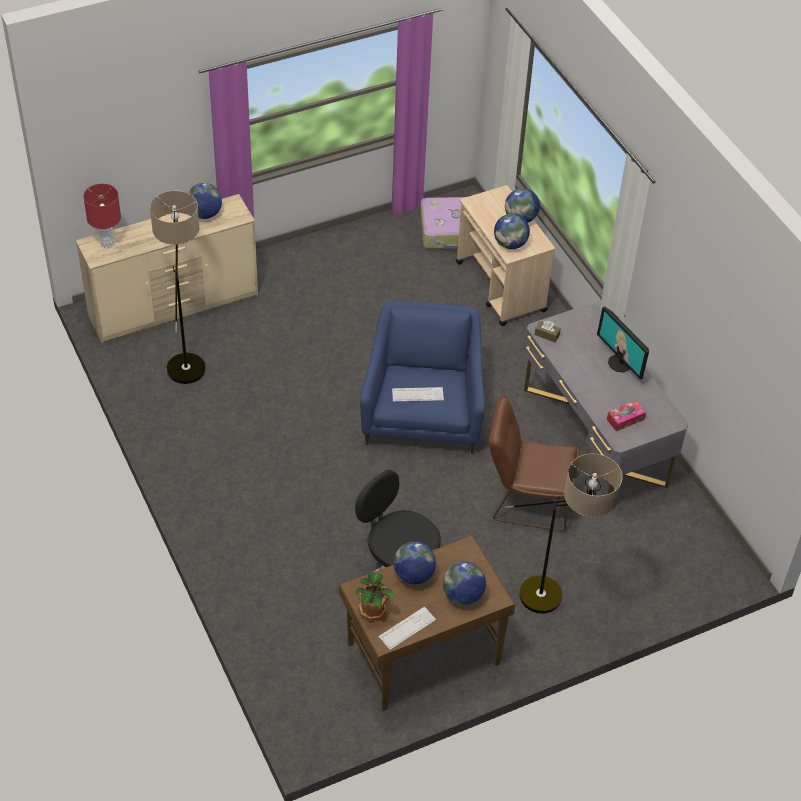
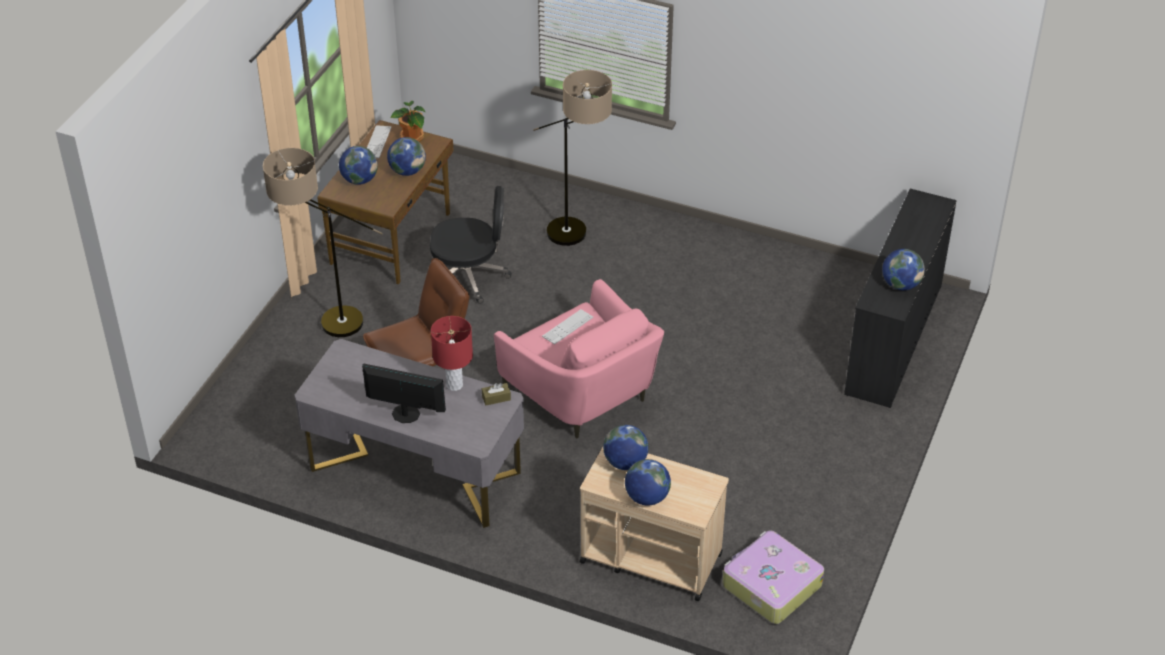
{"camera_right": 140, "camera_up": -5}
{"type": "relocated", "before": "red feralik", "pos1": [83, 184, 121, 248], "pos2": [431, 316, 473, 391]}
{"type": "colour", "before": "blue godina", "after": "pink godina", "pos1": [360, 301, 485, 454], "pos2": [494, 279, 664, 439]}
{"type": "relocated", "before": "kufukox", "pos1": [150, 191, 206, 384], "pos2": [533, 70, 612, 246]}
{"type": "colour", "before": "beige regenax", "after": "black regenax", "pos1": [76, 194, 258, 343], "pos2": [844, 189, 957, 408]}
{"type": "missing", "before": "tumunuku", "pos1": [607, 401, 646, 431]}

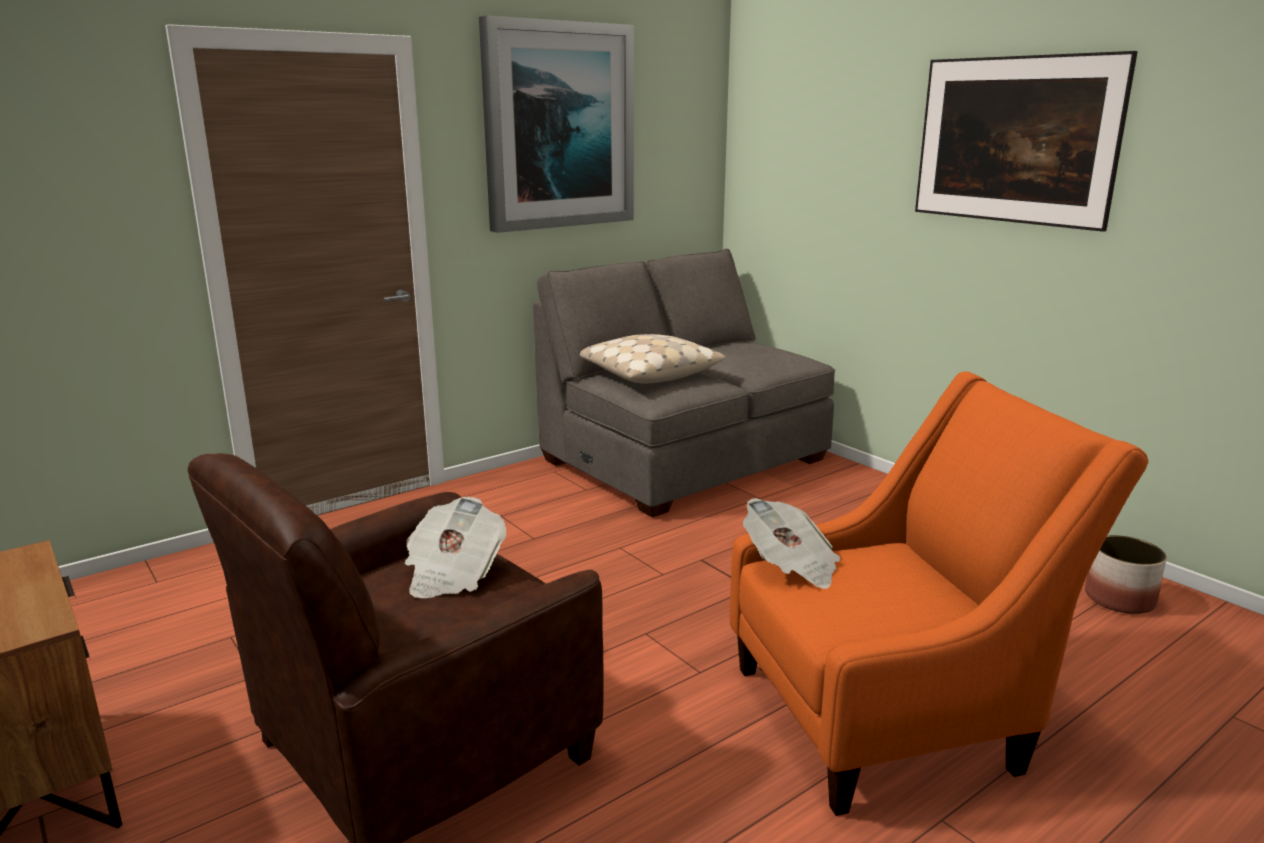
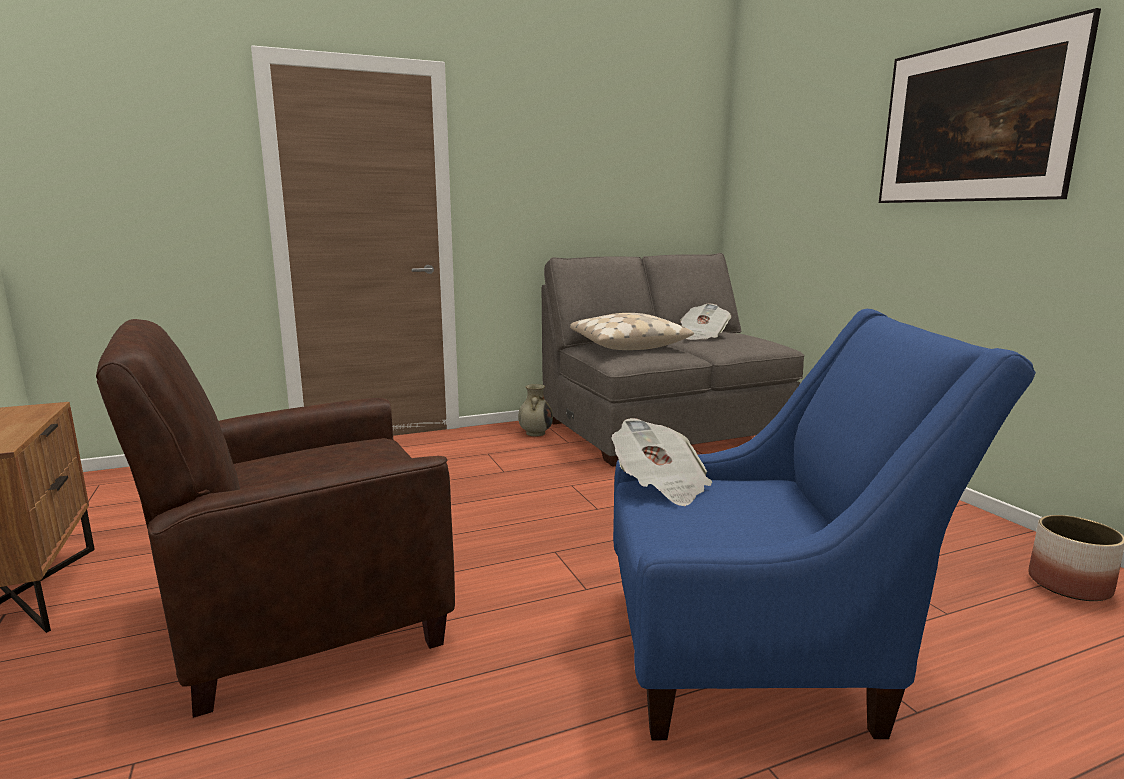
{"camera_right": 15, "camera_up": -5}
{"type": "appeared", "after": "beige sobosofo", "pos2": [518, 384, 553, 436]}
{"type": "colour", "before": "orange godina", "after": "blue godina", "pos1": [729, 371, 1149, 816], "pos2": [613, 309, 1036, 740]}
{"type": "relocated", "before": "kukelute", "pos1": [405, 497, 507, 598], "pos2": [680, 304, 731, 340]}
{"type": "missing", "before": "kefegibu", "pos1": [479, 16, 634, 233]}

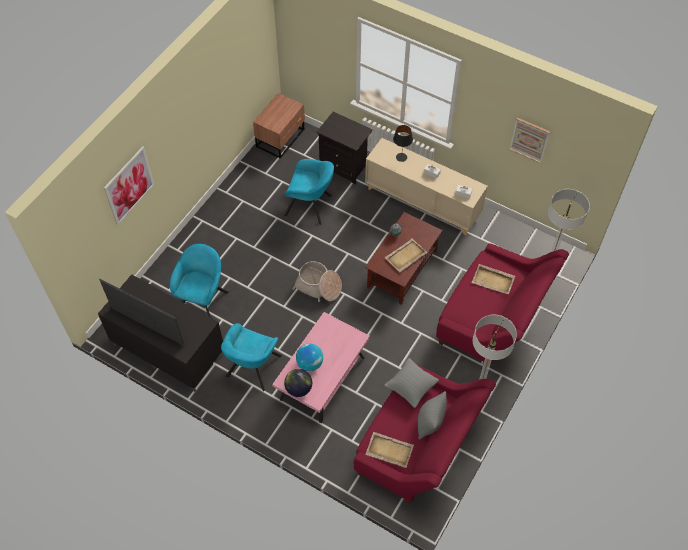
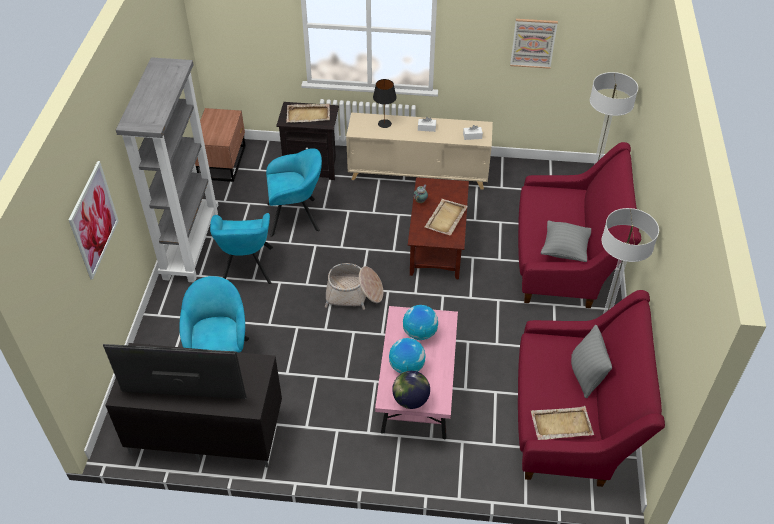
{"camera_right": -25, "camera_up": -10}
{"type": "appeared", "after": "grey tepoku", "pos2": [116, 57, 218, 282]}
{"type": "relocated", "before": "turquoise godina", "pos1": [221, 323, 282, 391], "pos2": [210, 213, 273, 284]}
{"type": "relocated", "before": "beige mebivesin", "pos1": [471, 264, 515, 294], "pos2": [286, 104, 330, 122]}
{"type": "appeared", "after": "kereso", "pos2": [403, 305, 438, 340]}
{"type": "relocated", "before": "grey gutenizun", "pos1": [384, 358, 439, 408], "pos2": [541, 220, 591, 262]}

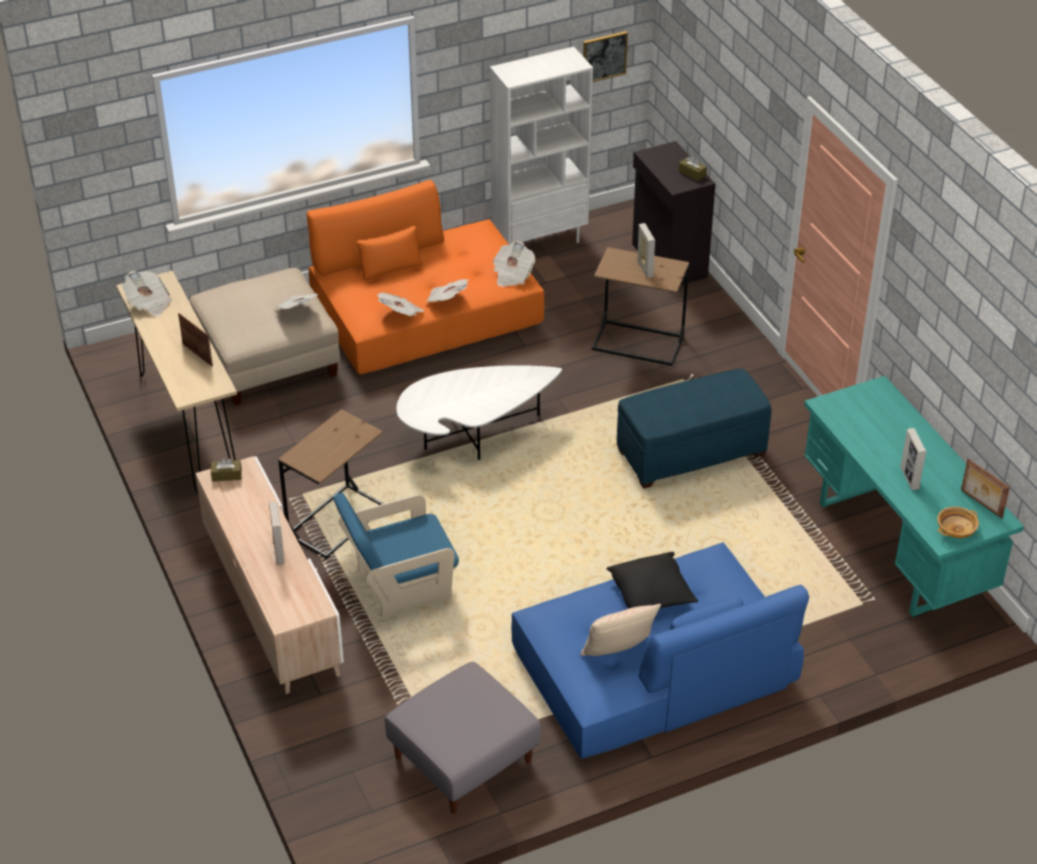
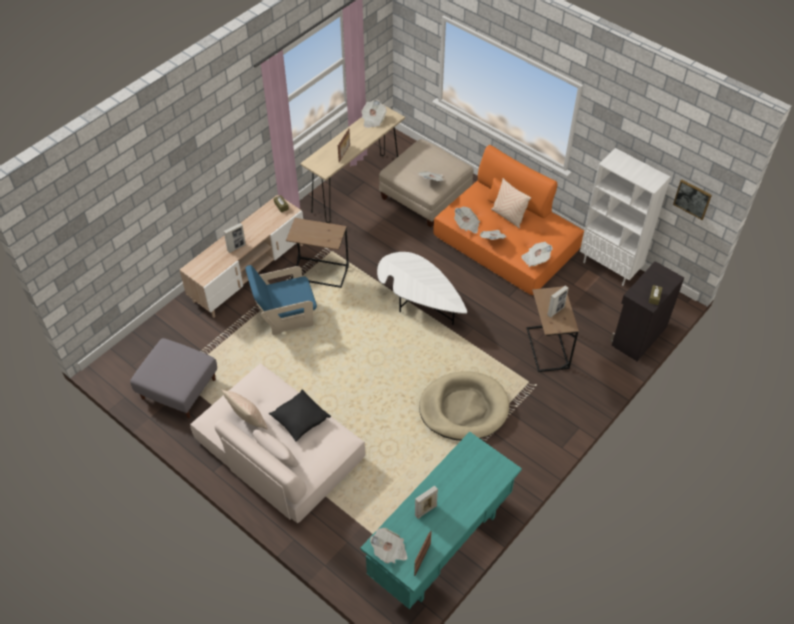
{"camera_right": 65, "camera_up": 10}
{"type": "colour", "before": "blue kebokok", "after": "beige kebokok", "pos1": [511, 542, 809, 759], "pos2": [190, 363, 365, 523]}
{"type": "spun", "before": "blue godina", "pos1": [333, 493, 459, 619], "pos2": [246, 265, 317, 335], "turn": -60}
{"type": "exchanged", "before": "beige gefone", "after": "kukelute", "pos1": [937, 507, 979, 538], "pos2": [370, 528, 407, 564]}
{"type": "exchanged", "before": "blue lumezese", "after": "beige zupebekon", "pos1": [617, 368, 771, 489], "pos2": [419, 371, 509, 440]}
{"type": "appeared", "after": "beige gutenizun", "pos2": [491, 178, 531, 228]}

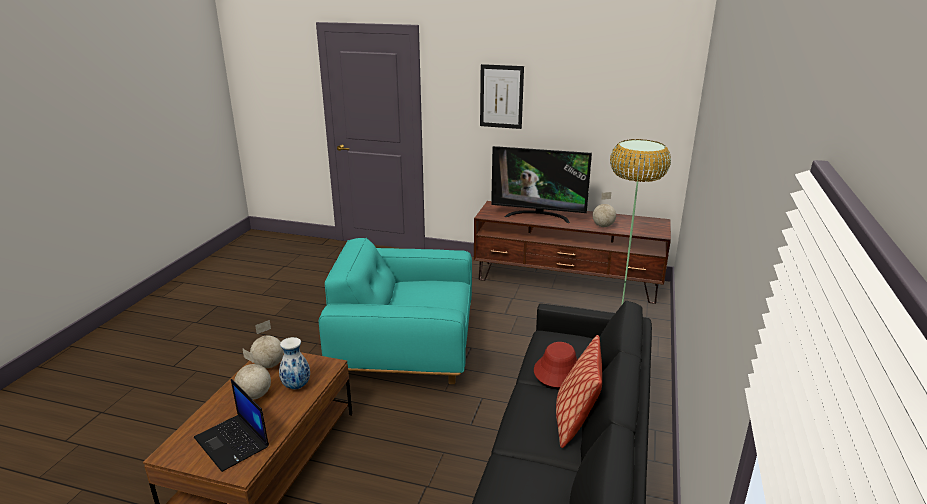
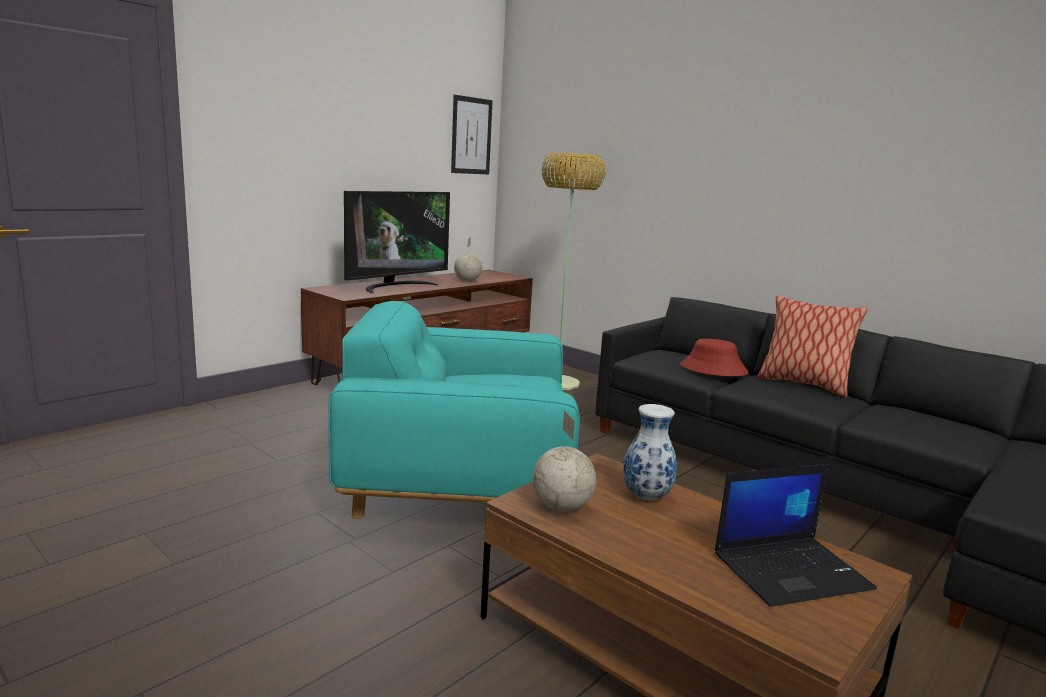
{"camera_right": -65, "camera_up": -10}
{"type": "spun", "before": "turquoise godina", "pos1": [319, 238, 472, 384], "pos2": [328, 301, 580, 519], "turn": 60}
{"type": "relocated", "before": "kefegibu", "pos1": [480, 64, 524, 129], "pos2": [451, 95, 493, 174]}
{"type": "missing", "before": "kereso", "pos1": [234, 348, 271, 400]}

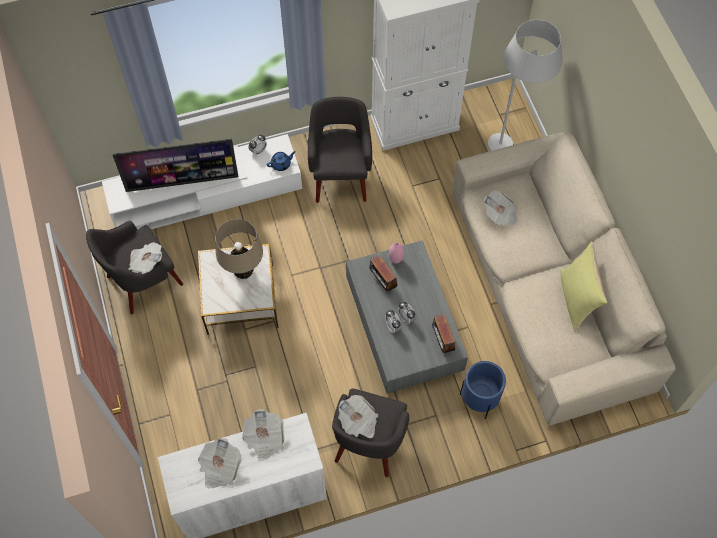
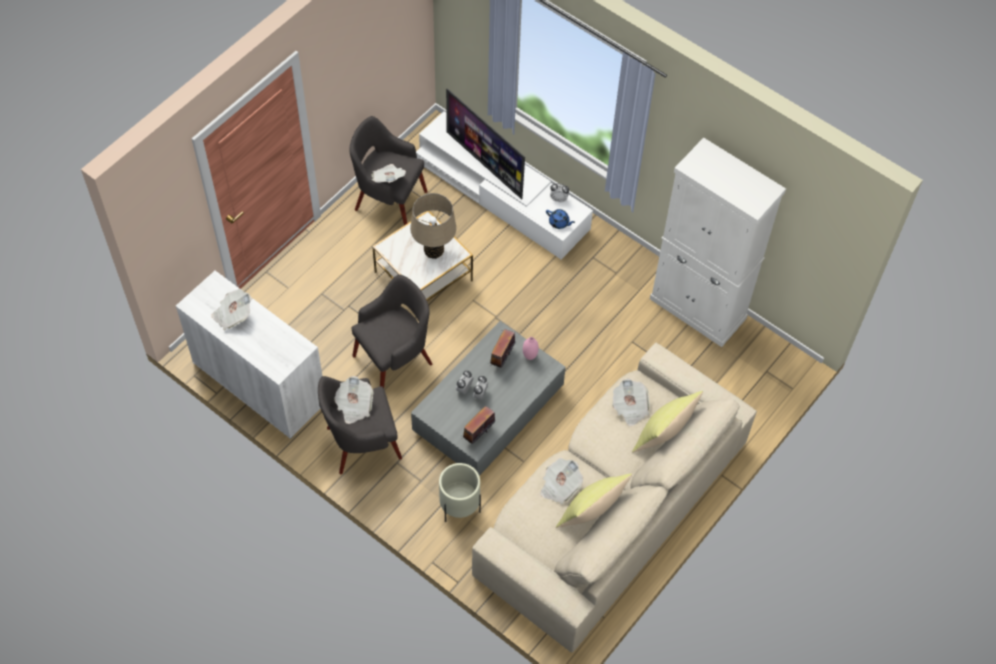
{"camera_right": 55, "camera_up": -5}
{"type": "relocated", "before": "grey godina", "pos1": [308, 97, 372, 203], "pos2": [351, 275, 432, 388]}
{"type": "colour", "before": "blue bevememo", "after": "beige bevememo", "pos1": [460, 361, 506, 419], "pos2": [439, 463, 481, 522]}
{"type": "relocated", "before": "kukelute", "pos1": [242, 409, 285, 461], "pos2": [540, 458, 583, 504]}
{"type": "appeared", "after": "yellow gutenizun", "pos2": [632, 391, 703, 453]}
{"type": "missing", "before": "white kufukox", "pos1": [488, 20, 563, 151]}

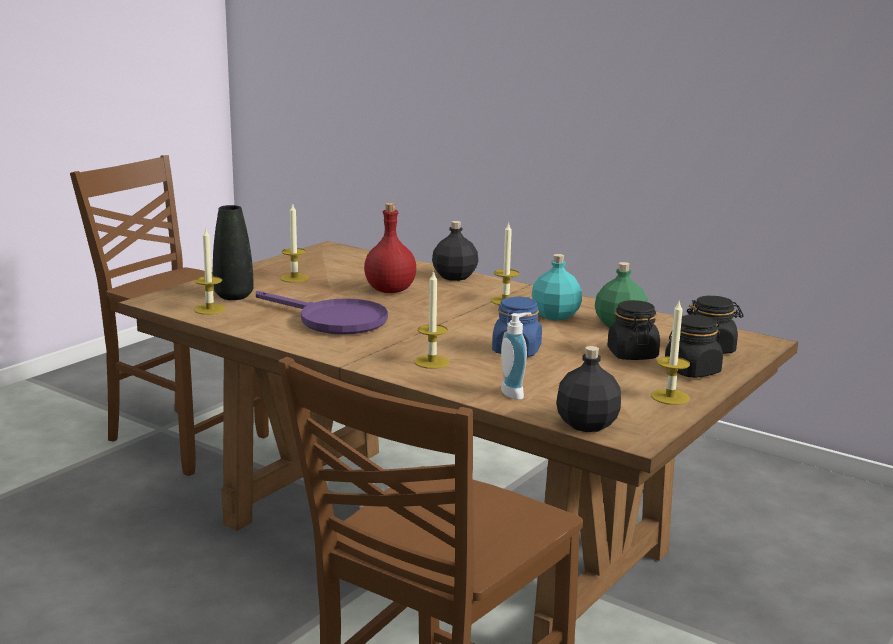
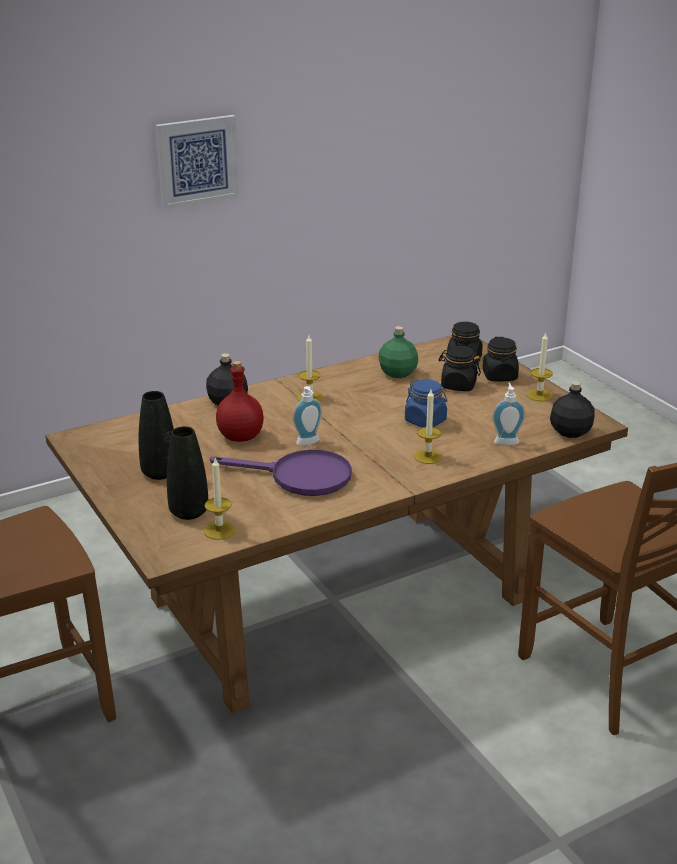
{"camera_right": -65, "camera_up": 10}
{"type": "exchanged", "before": "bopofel", "after": "black sobosofo", "pos1": [280, 204, 309, 283], "pos2": [139, 391, 174, 480]}
{"type": "appeared", "after": "kefegibu", "pos2": [155, 115, 239, 210]}
{"type": "spun", "before": "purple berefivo", "pos1": [256, 291, 388, 335], "pos2": [210, 450, 352, 496], "turn": 45}
{"type": "appeared", "after": "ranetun", "pos2": [293, 386, 322, 446]}
{"type": "missing", "before": "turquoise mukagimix", "pos1": [532, 254, 582, 321]}

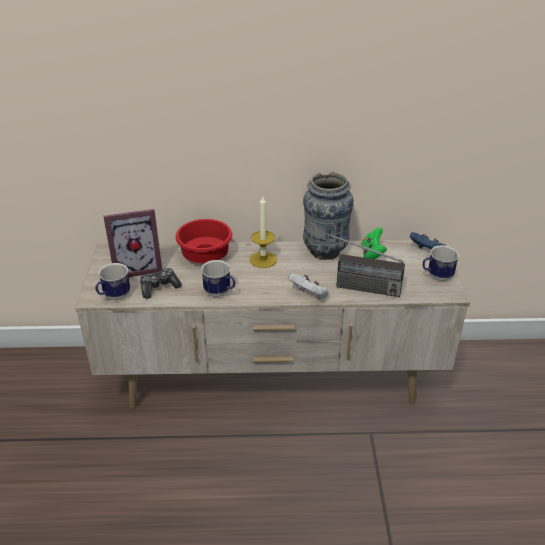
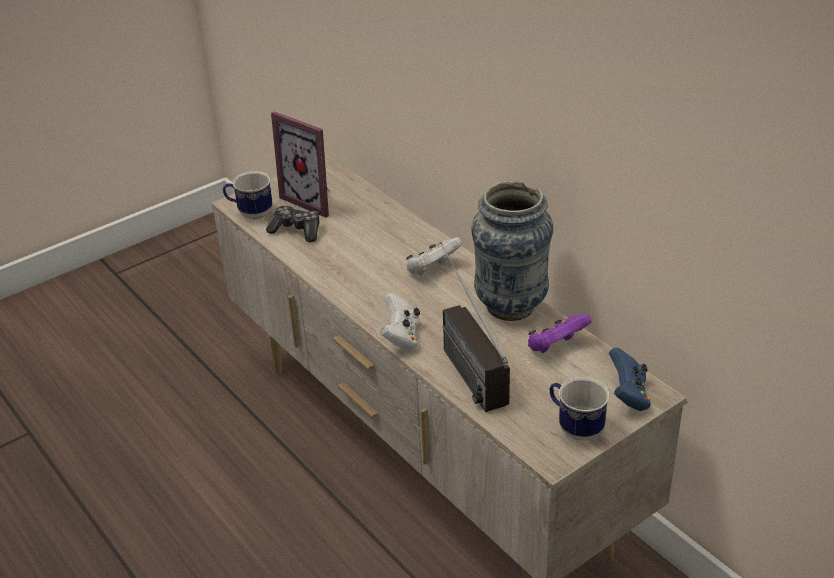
{"camera_right": 55, "camera_up": 0}
{"type": "exchanged", "before": "bopofel", "after": "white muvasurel", "pos1": [250, 195, 277, 268], "pos2": [406, 237, 462, 275]}
{"type": "colour", "before": "green muvasurel", "after": "purple muvasurel", "pos1": [361, 228, 387, 259], "pos2": [528, 314, 591, 353]}
{"type": "missing", "before": "red gefone", "pos1": [175, 219, 232, 263]}
{"type": "missing", "before": "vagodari", "pos1": [201, 260, 235, 297]}

